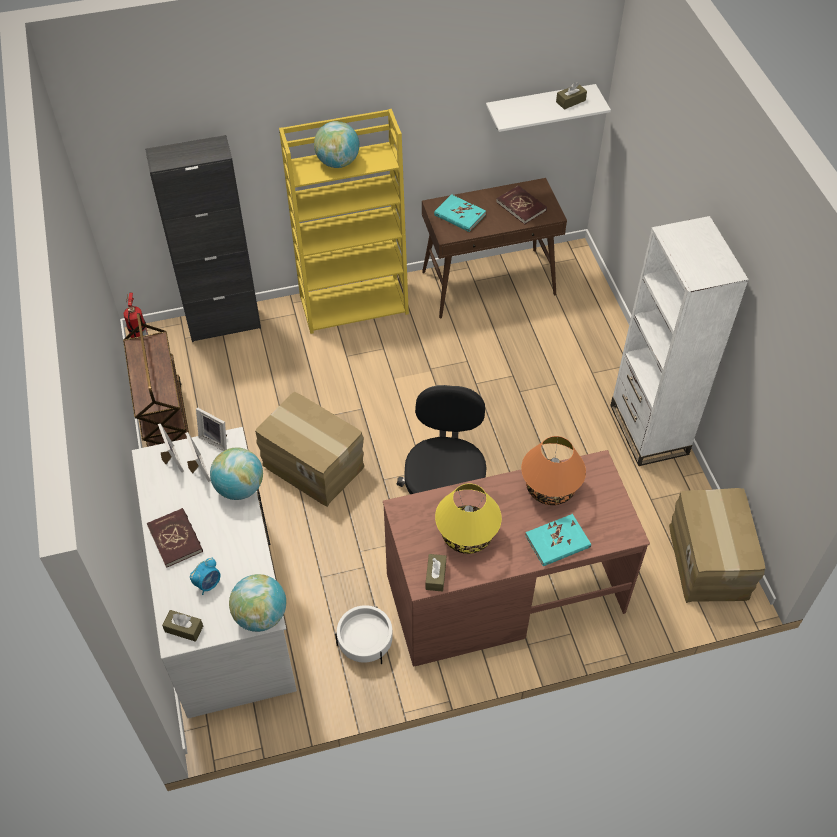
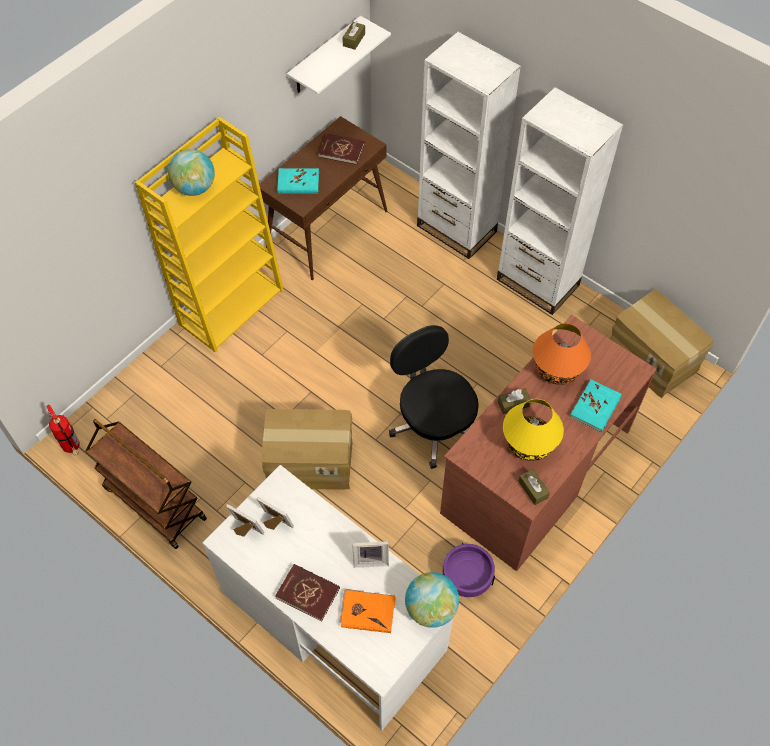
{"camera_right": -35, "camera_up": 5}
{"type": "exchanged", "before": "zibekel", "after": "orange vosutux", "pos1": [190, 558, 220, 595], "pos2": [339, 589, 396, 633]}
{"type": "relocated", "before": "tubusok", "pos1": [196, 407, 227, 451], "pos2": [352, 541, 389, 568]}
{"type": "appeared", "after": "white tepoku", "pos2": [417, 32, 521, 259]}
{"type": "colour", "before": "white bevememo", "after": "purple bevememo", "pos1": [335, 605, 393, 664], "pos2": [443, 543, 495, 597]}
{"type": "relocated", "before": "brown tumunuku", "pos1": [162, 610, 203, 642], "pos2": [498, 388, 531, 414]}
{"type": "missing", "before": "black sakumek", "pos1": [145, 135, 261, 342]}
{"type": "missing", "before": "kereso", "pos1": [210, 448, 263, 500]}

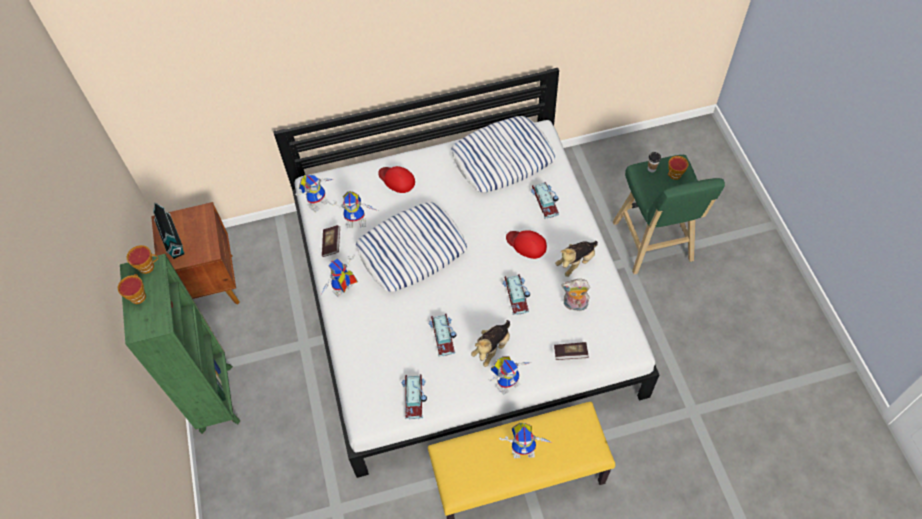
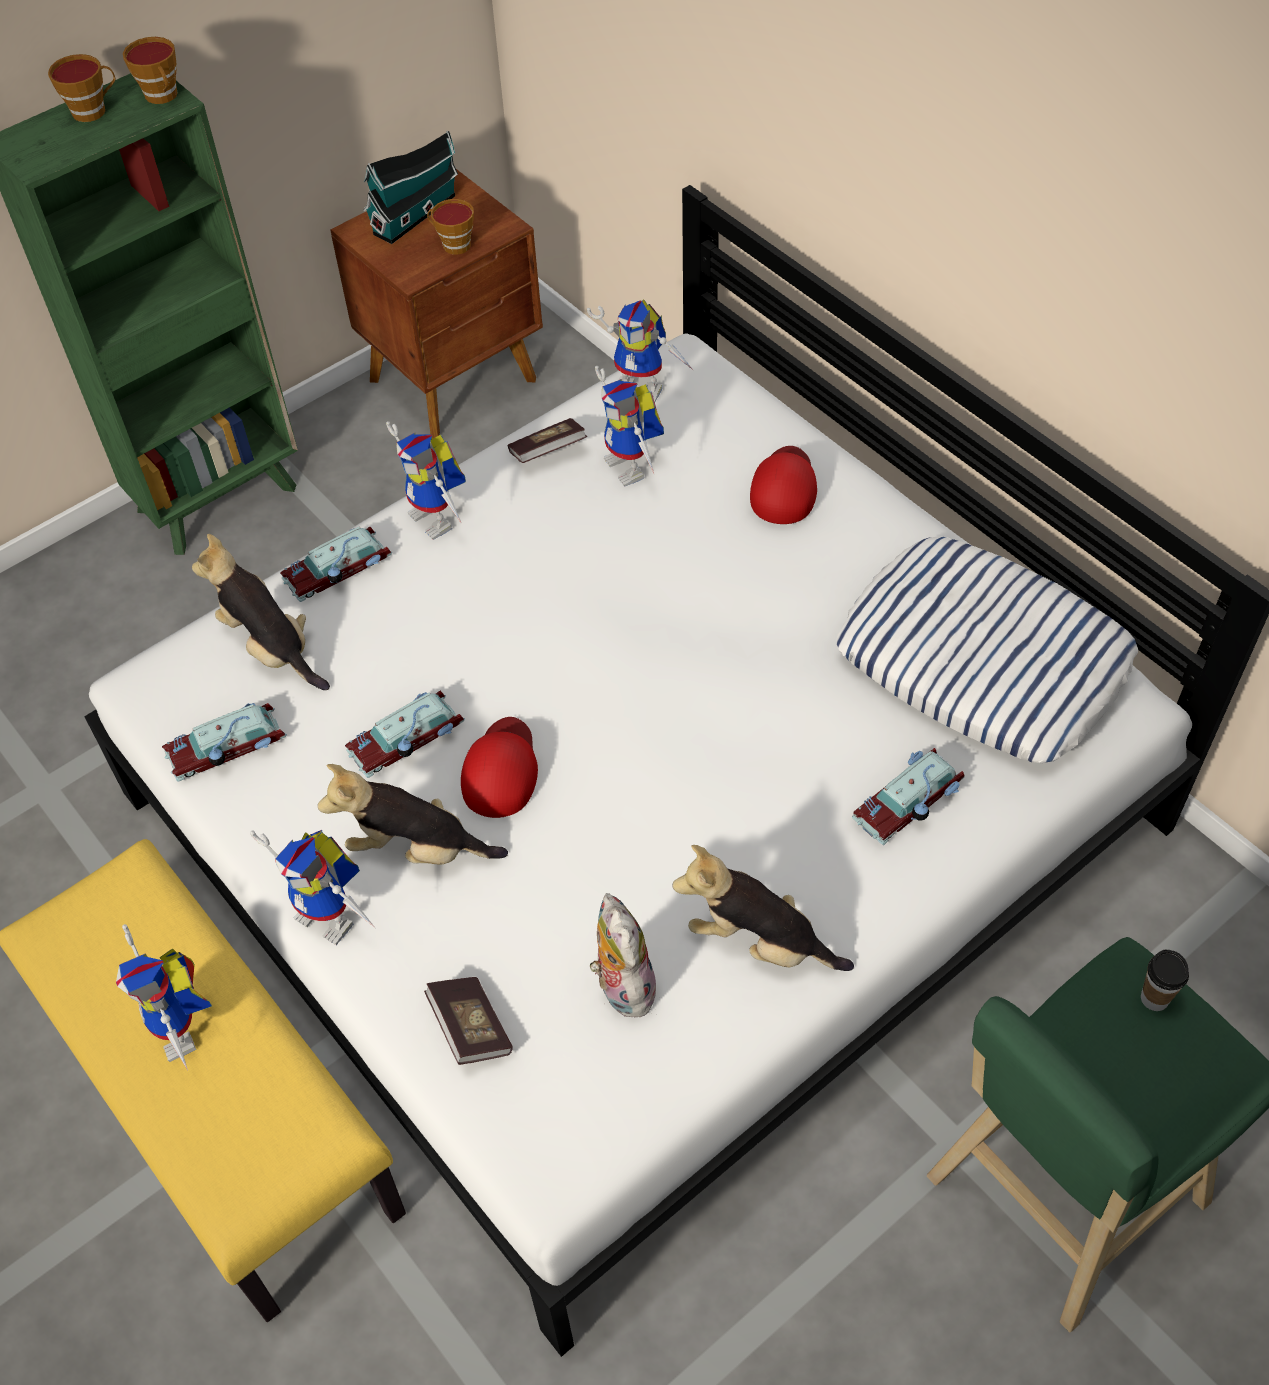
{"camera_right": 65, "camera_up": -5}
{"type": "appeared", "after": "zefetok", "pos2": [192, 534, 330, 690]}
{"type": "relocated", "before": "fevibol", "pos1": [502, 274, 530, 315], "pos2": [280, 527, 392, 602]}
{"type": "spun", "before": "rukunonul", "pos1": [321, 254, 358, 297], "pos2": [386, 421, 466, 540], "turn": -150}
{"type": "relocated", "before": "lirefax", "pos1": [668, 156, 688, 180], "pos2": [427, 199, 474, 255]}
{"type": "relocated", "before": "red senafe", "pos1": [506, 230, 547, 259], "pos2": [461, 717, 538, 818]}
{"type": "missing", "before": "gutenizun", "pos1": [356, 202, 467, 292]}

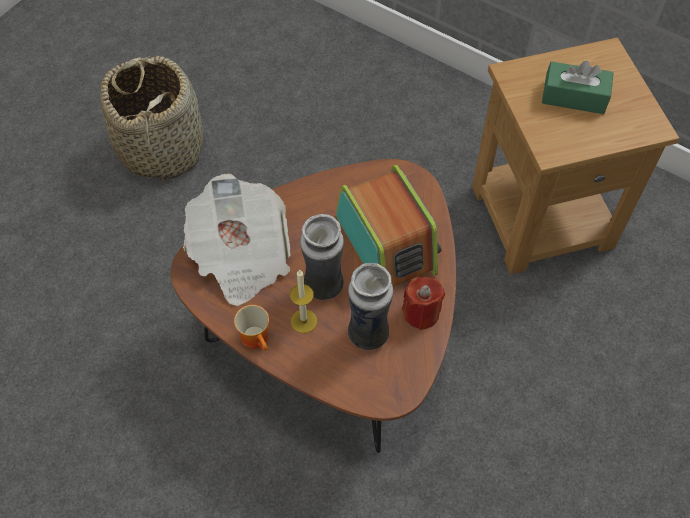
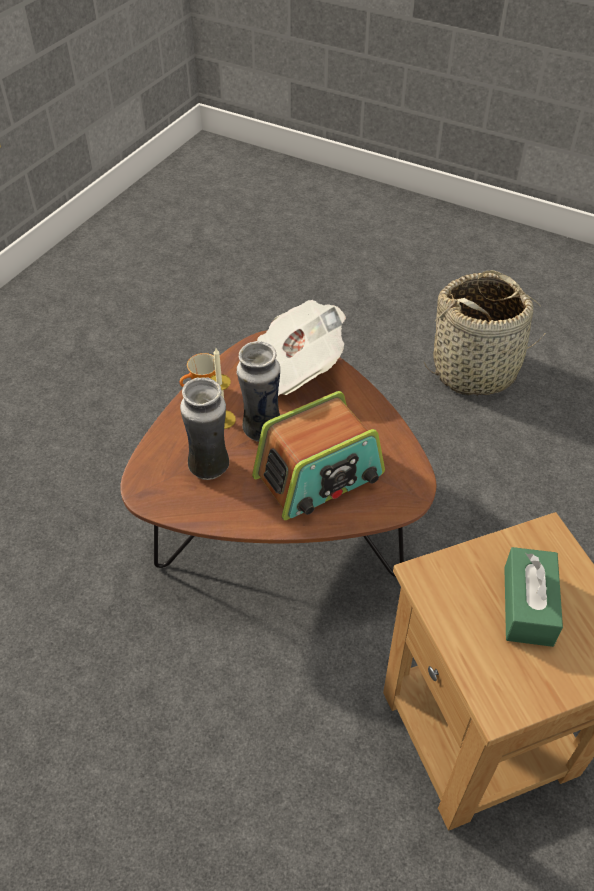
{"camera_right": 85, "camera_up": -10}
{"type": "missing", "before": "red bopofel", "pos1": [402, 277, 445, 330]}

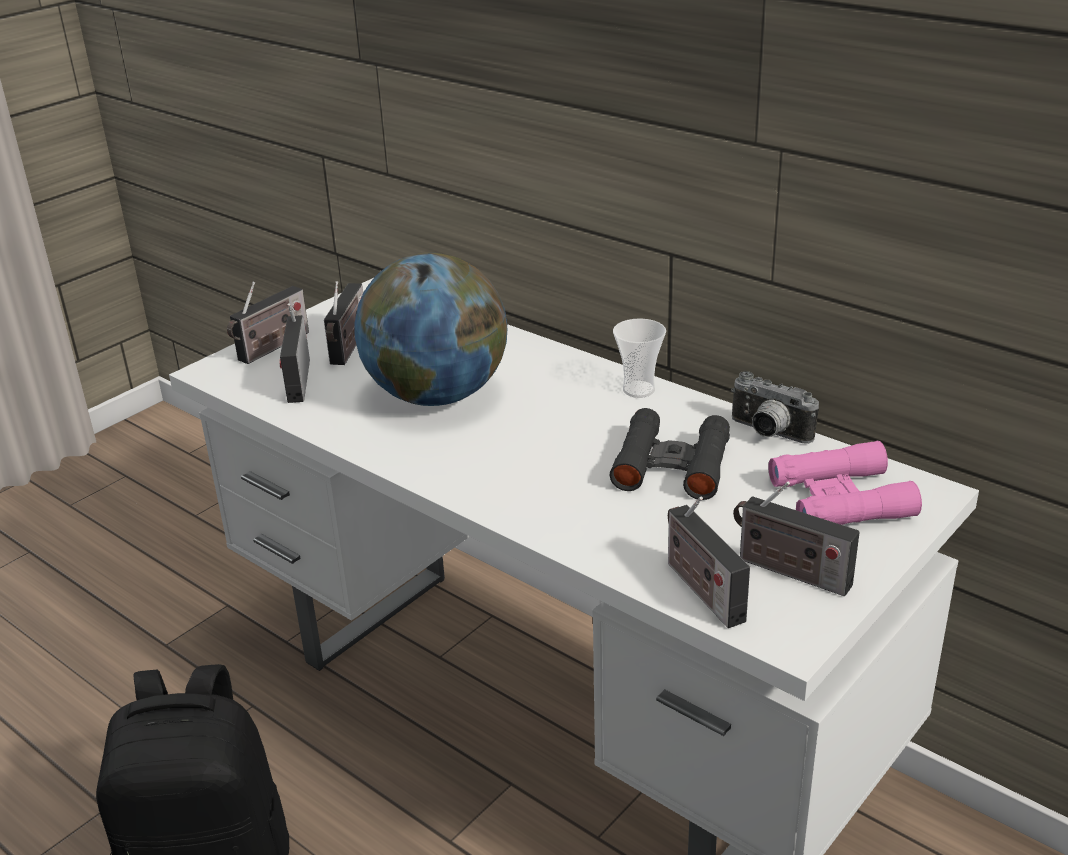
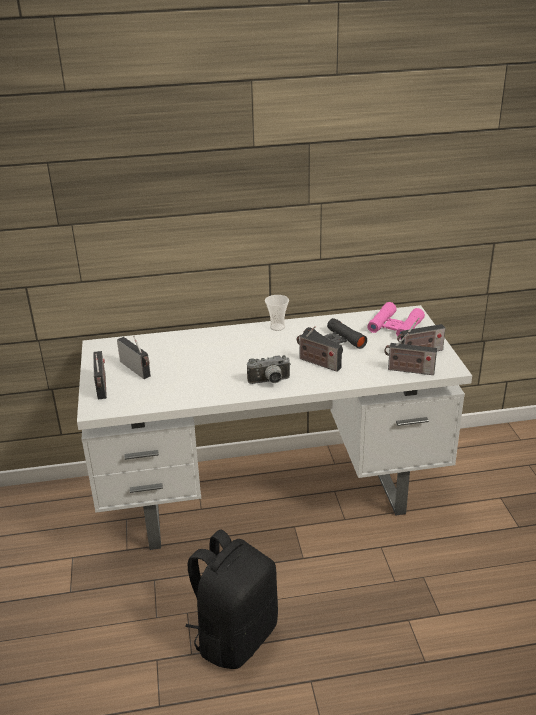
{"camera_right": -50, "camera_up": 0}
{"type": "relocated", "before": "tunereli", "pos1": [731, 371, 819, 444], "pos2": [247, 355, 291, 384]}
{"type": "relocated", "before": "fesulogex", "pos1": [279, 303, 310, 403], "pos2": [297, 326, 342, 372]}
{"type": "missing", "before": "kereso", "pos1": [354, 253, 507, 406]}

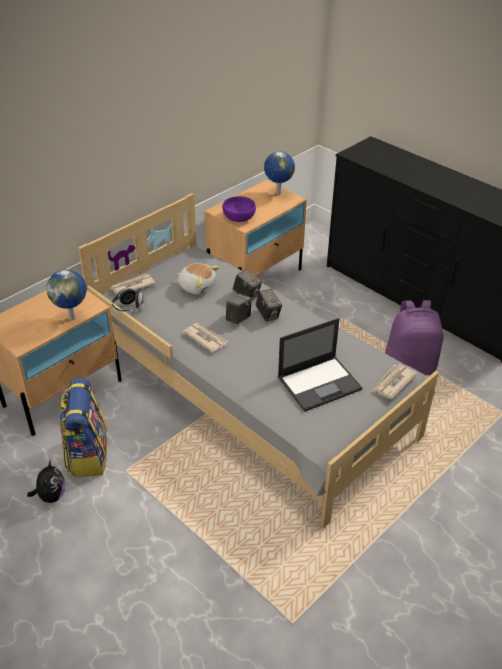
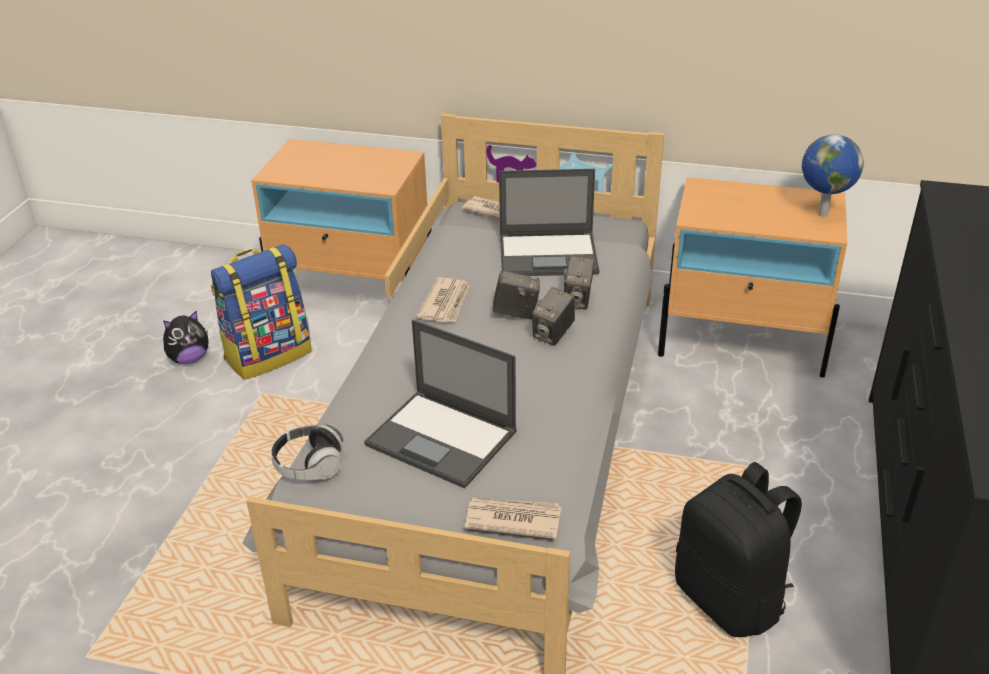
{"camera_right": 60, "camera_up": -5}
{"type": "relocated", "before": "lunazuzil", "pos1": [111, 288, 145, 315], "pos2": [271, 424, 344, 480]}
{"type": "exchanged", "before": "zefetok", "after": "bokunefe", "pos1": [177, 263, 219, 295], "pos2": [499, 169, 600, 276]}
{"type": "colour", "before": "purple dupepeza", "after": "black dupepeza", "pos1": [385, 300, 444, 375], "pos2": [675, 462, 802, 637]}
{"type": "missing", "before": "kereso", "pos1": [46, 269, 87, 320]}
{"type": "missing", "before": "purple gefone", "pos1": [222, 196, 256, 222]}

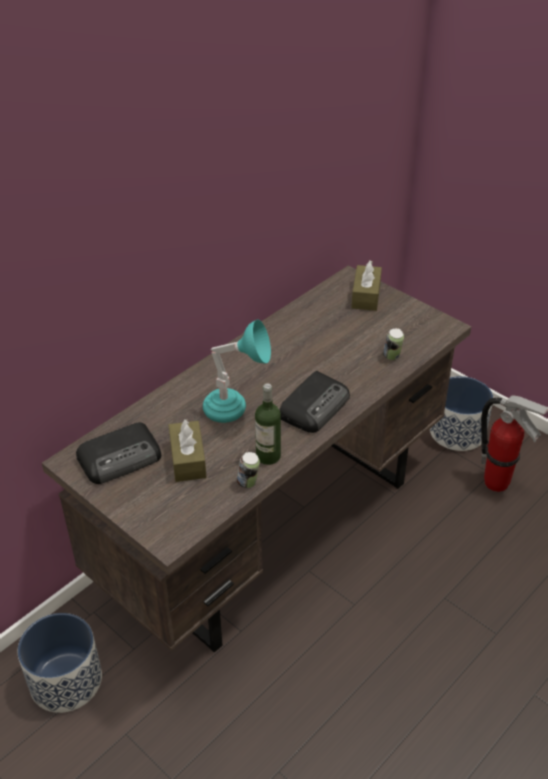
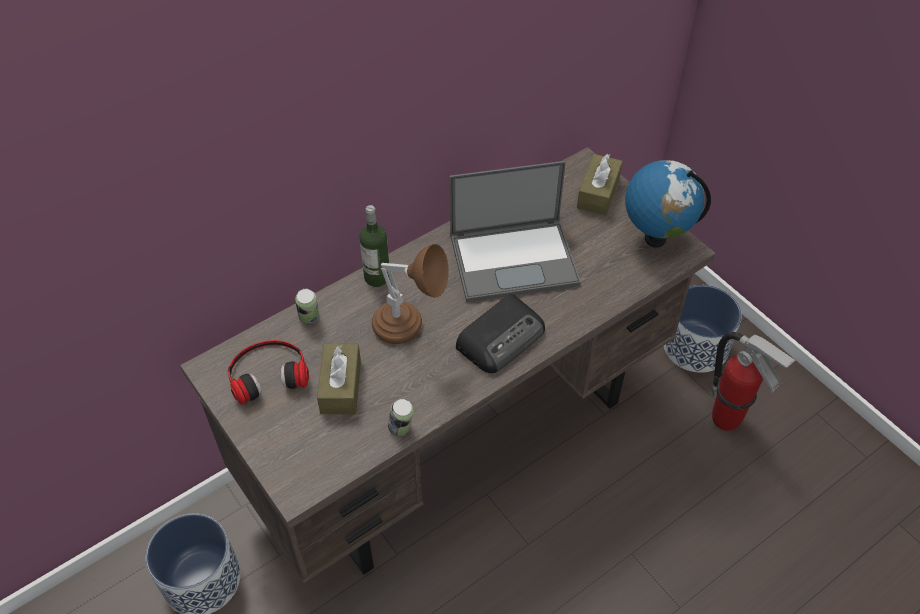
{"camera_right": 10, "camera_up": 10}
{"type": "exchanged", "before": "fesulogex", "after": "lunazuzil", "pos1": [76, 422, 161, 484], "pos2": [228, 340, 309, 405]}
{"type": "relocated", "before": "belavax", "pos1": [383, 328, 404, 360], "pos2": [295, 289, 319, 323]}
{"type": "relocated", "before": "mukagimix", "pos1": [255, 383, 281, 465], "pos2": [359, 205, 390, 287]}
{"type": "colour", "before": "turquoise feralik", "after": "brown feralik", "pos1": [203, 320, 271, 423], "pos2": [372, 244, 449, 344]}
{"type": "appeared", "after": "bokunefe", "pos2": [450, 161, 581, 302]}
{"type": "appeared", "after": "kereso", "pos2": [625, 160, 711, 248]}

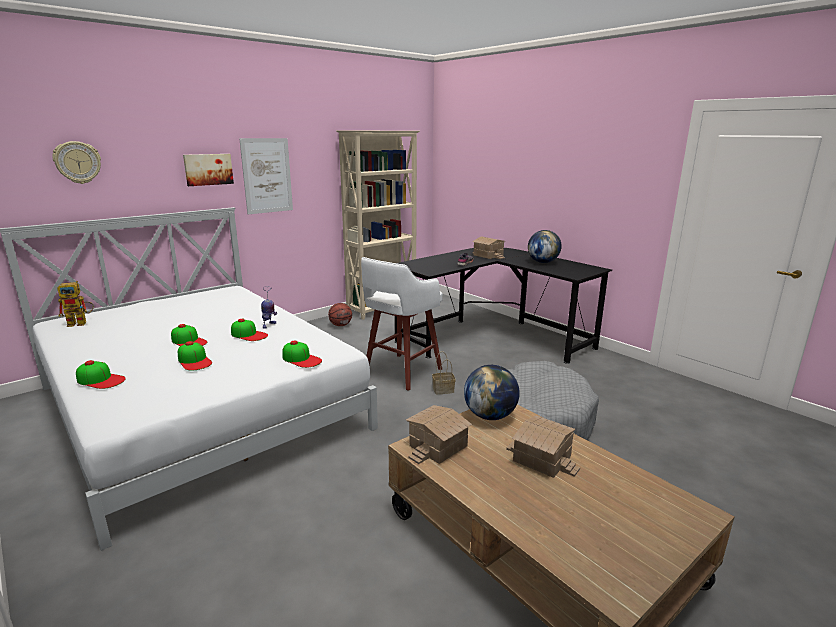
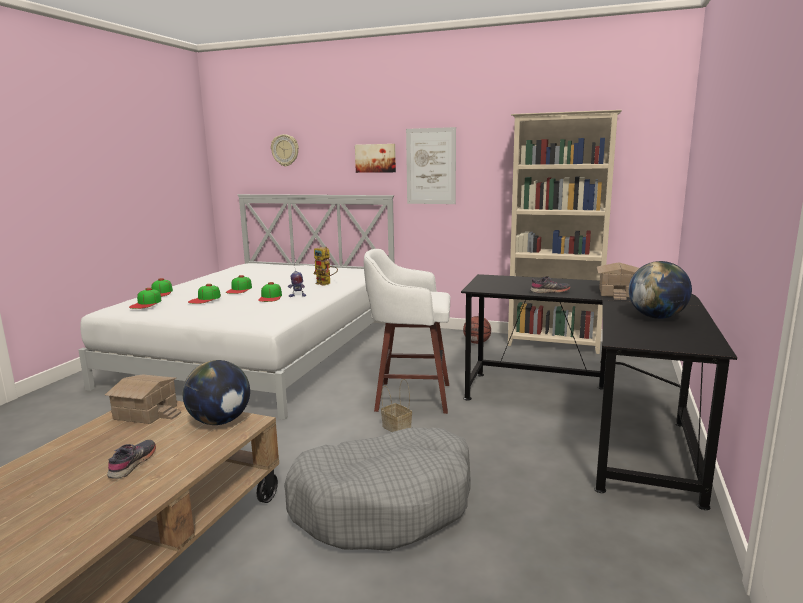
{"camera_right": 60, "camera_up": -5}
{"type": "exchanged", "before": "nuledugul", "after": "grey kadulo", "pos1": [506, 416, 580, 478], "pos2": [107, 440, 156, 478]}
{"type": "relocated", "before": "senafe", "pos1": [282, 341, 322, 368], "pos2": [129, 288, 162, 309]}
{"type": "relocated", "before": "rukunonul", "pos1": [57, 281, 94, 327], "pos2": [314, 247, 338, 286]}

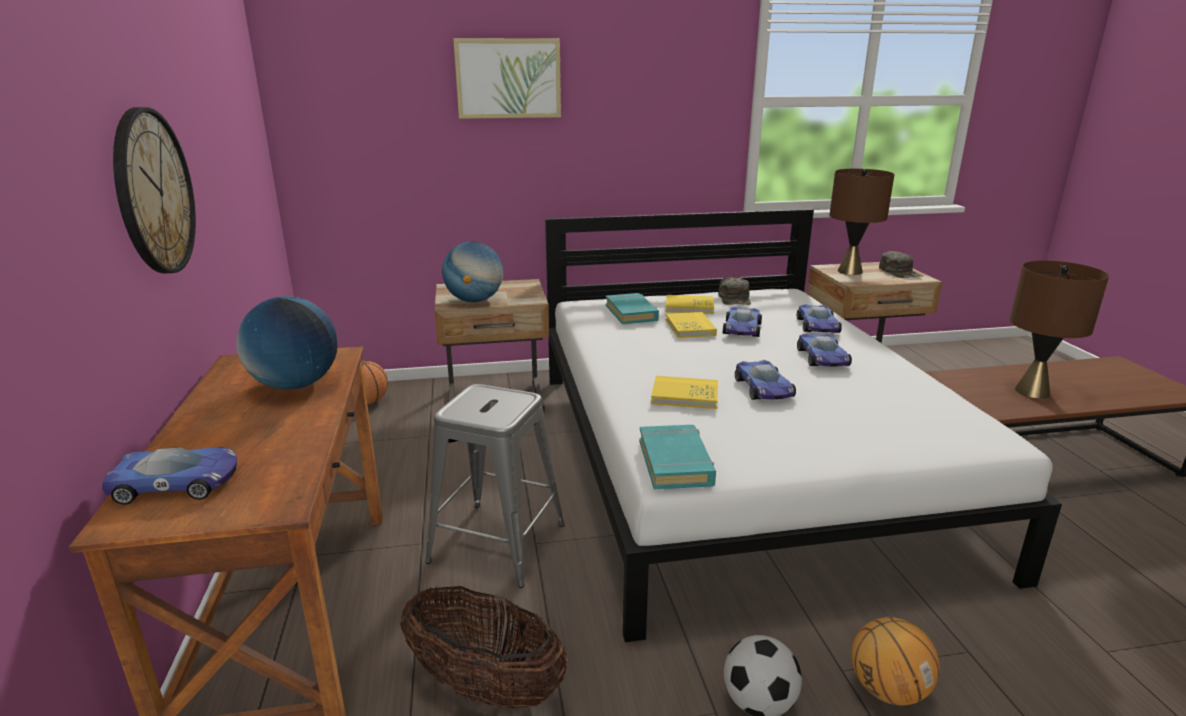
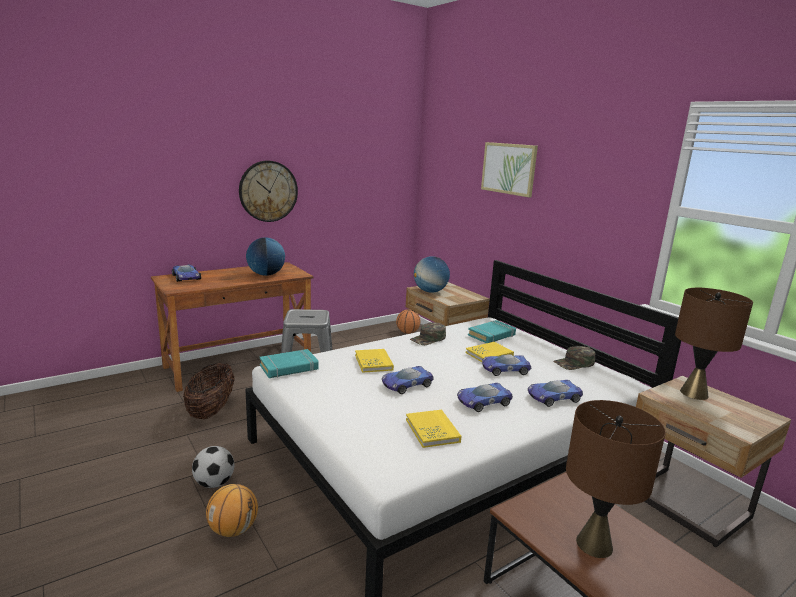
{"camera_right": 65, "camera_up": -5}
{"type": "relocated", "before": "yellow vosutux", "pos1": [666, 295, 714, 314], "pos2": [406, 410, 461, 448]}
{"type": "relocated", "before": "green senafe", "pos1": [879, 251, 923, 278], "pos2": [410, 322, 446, 345]}

